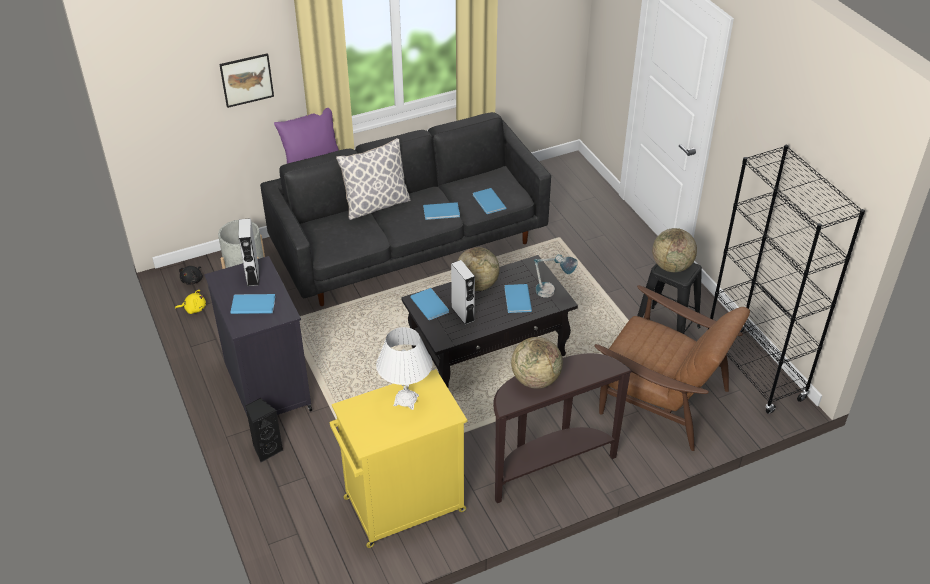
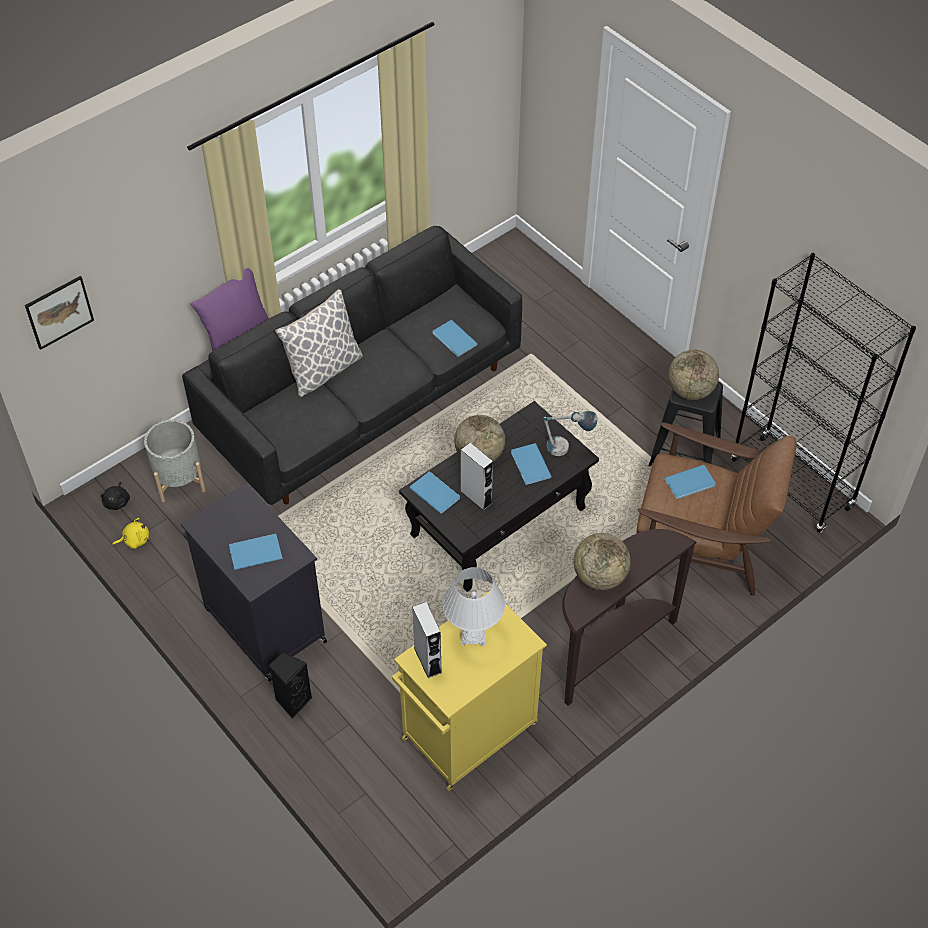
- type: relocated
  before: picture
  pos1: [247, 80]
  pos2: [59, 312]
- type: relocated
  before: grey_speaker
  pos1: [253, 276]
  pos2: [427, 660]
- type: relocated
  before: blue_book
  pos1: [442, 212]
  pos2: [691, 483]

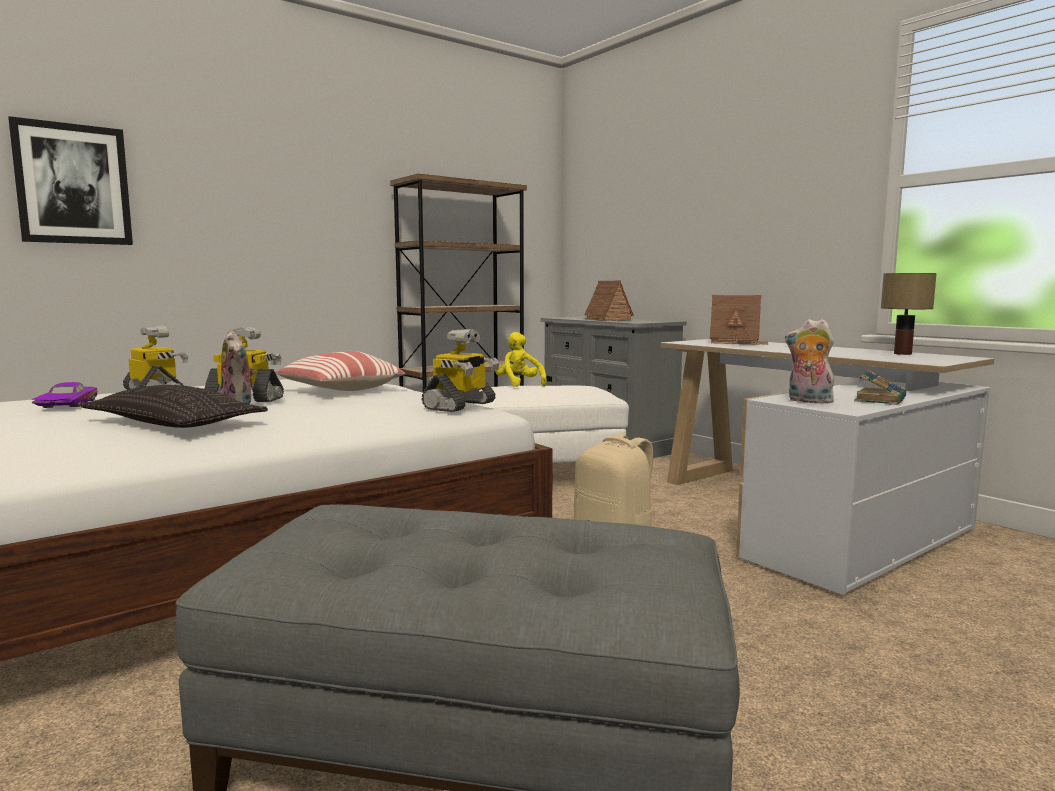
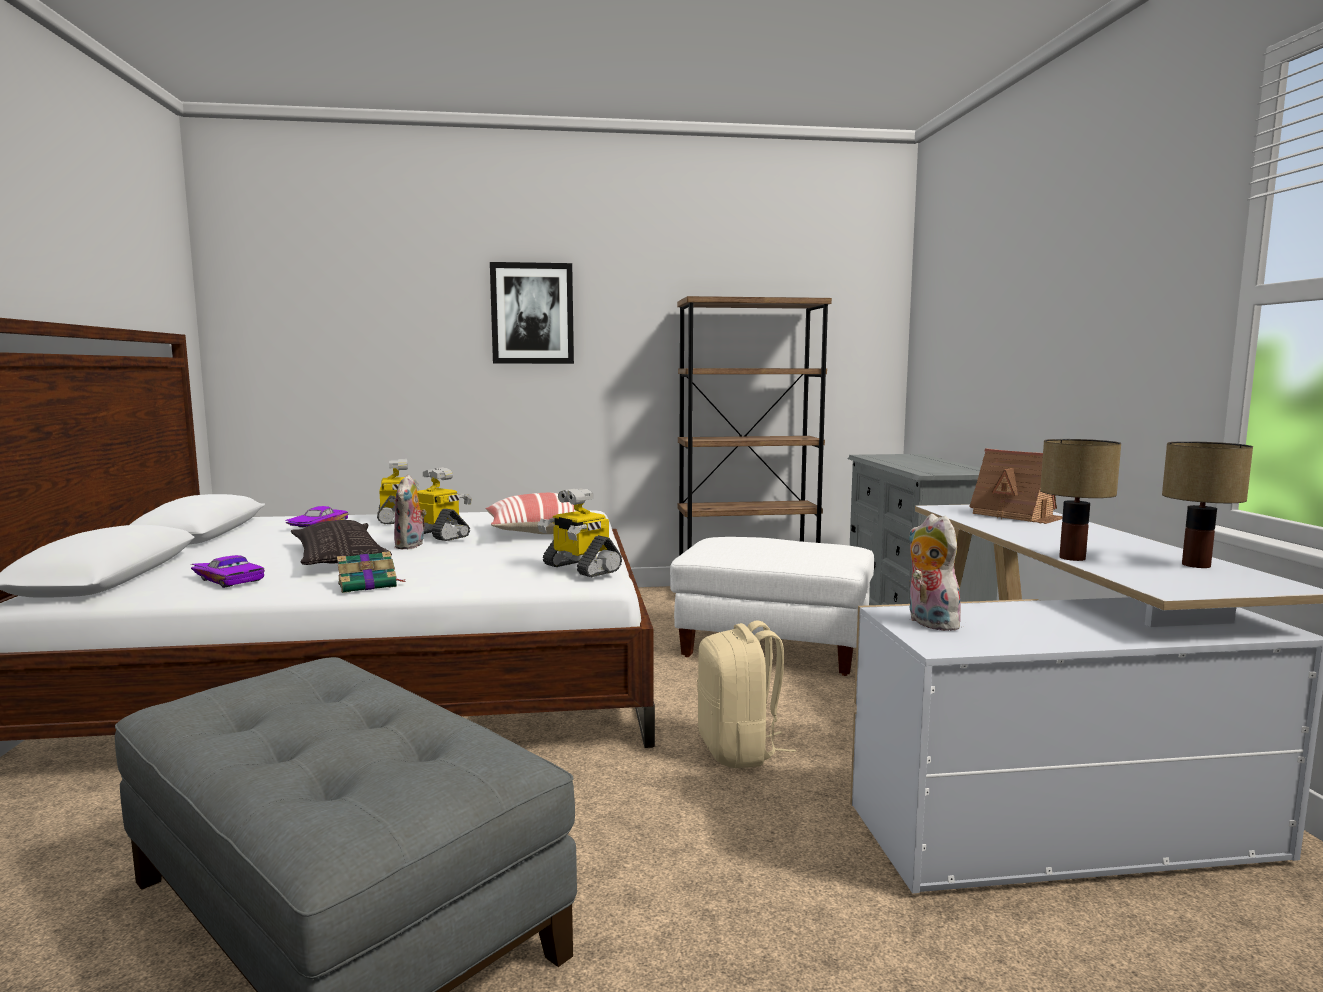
- type: appeared
  after: purple_toy_car
  pos2: [231, 579]
- type: relocated
  before: book
  pos1: [880, 399]
  pos2: [369, 585]
- type: relocated
  before: picture
  pos1: [73, 184]
  pos2: [532, 313]
- type: spun
  before: toy_robot
  pos1: [460, 406]
  pos2: [580, 568]
  turn: 75
- type: appeared
  after: table_lamp
  pos2: [1073, 558]
- type: missing
  before: yellow_plush_toy
  pos1: [518, 384]
- type: missing
  before: toy_house
  pos1: [606, 319]

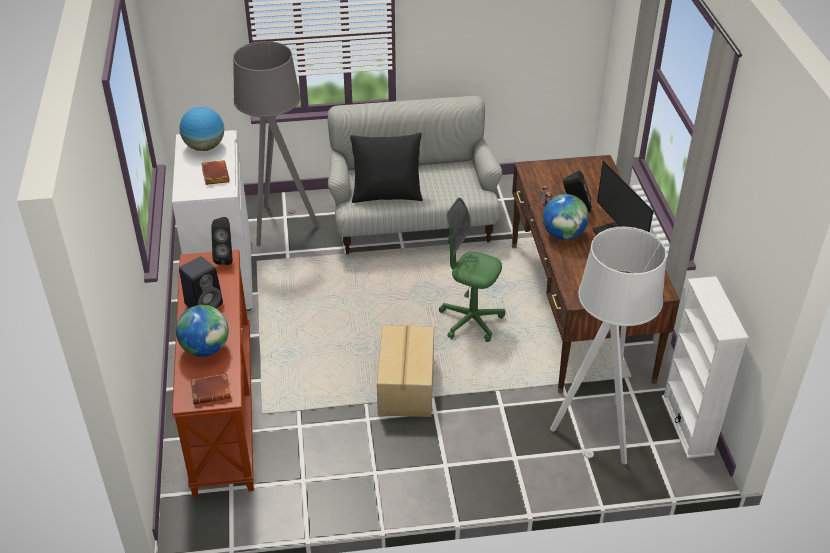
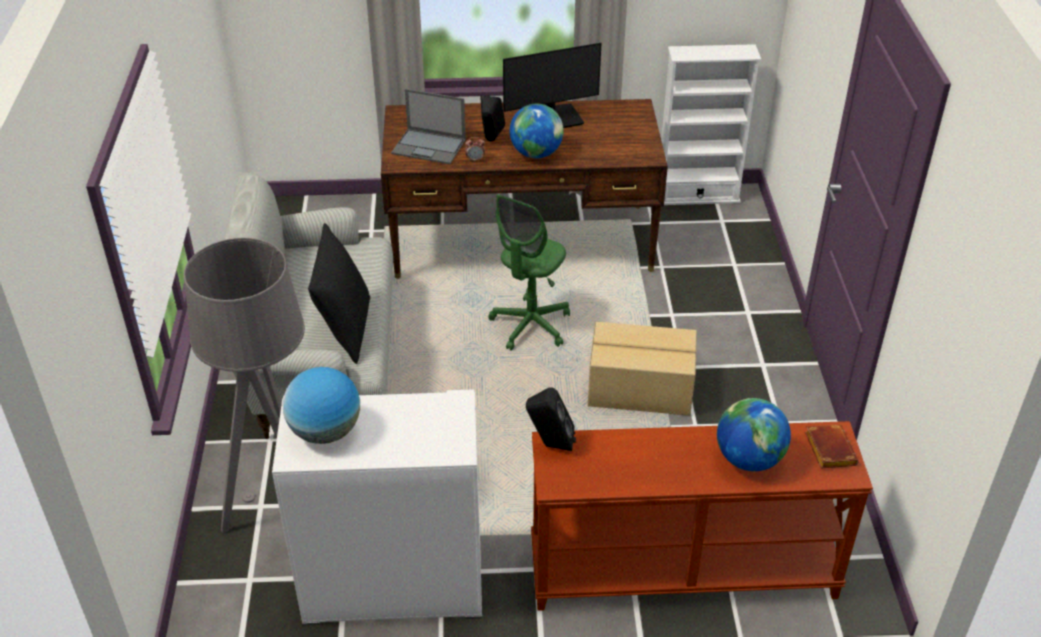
- type: appeared
  after: laptop
  pos2: [430, 146]
- type: missing
  before: black_speaker
  pos1: [204, 303]
- type: missing
  before: brown_book
  pos1: [214, 175]
- type: missing
  before: grey_floor_lamp
  pos1: [597, 431]

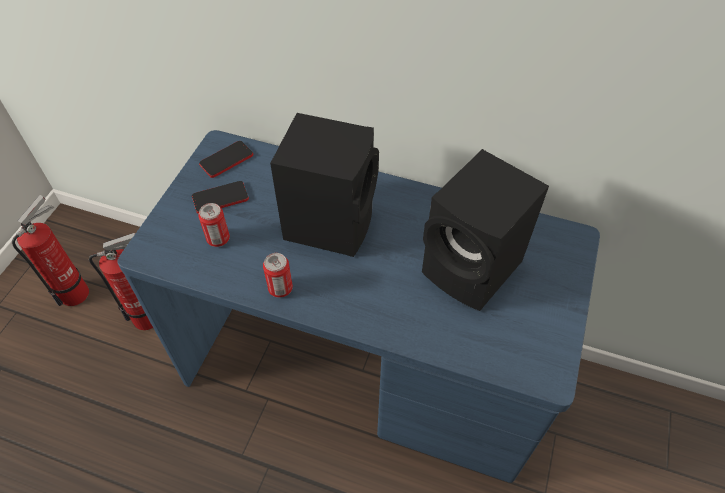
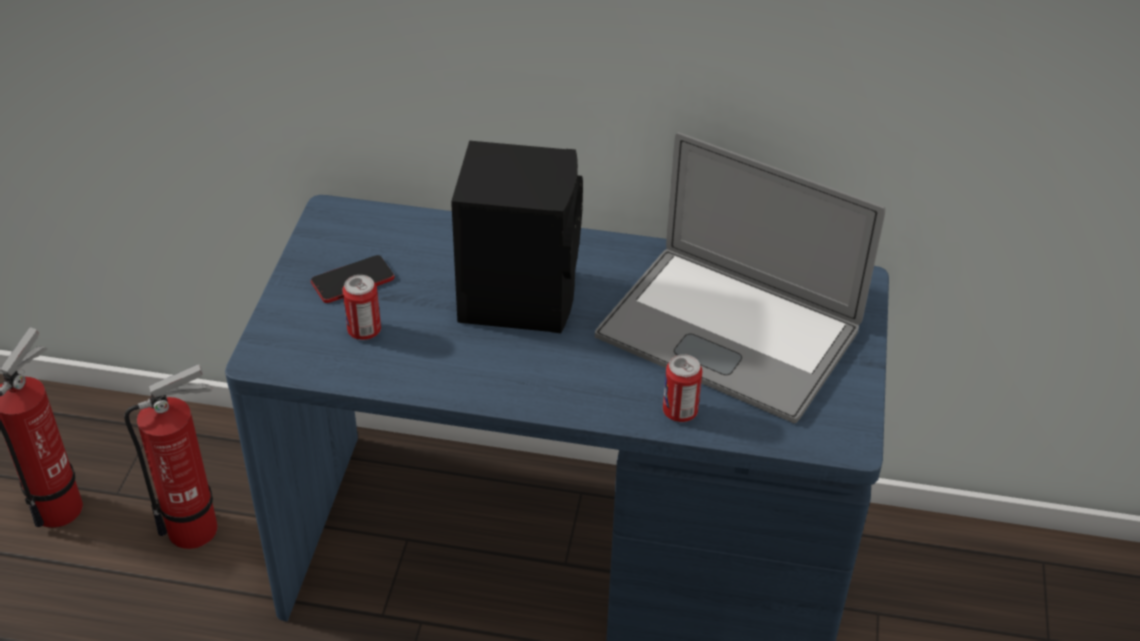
- type: exchanged
  before: black_speaker
  after: laptop
  pos1: [474, 270]
  pos2: [728, 332]
- type: relocated
  before: can
  pos1: [280, 288]
  pos2: [680, 412]
- type: missing
  before: phone
  pos1: [226, 160]

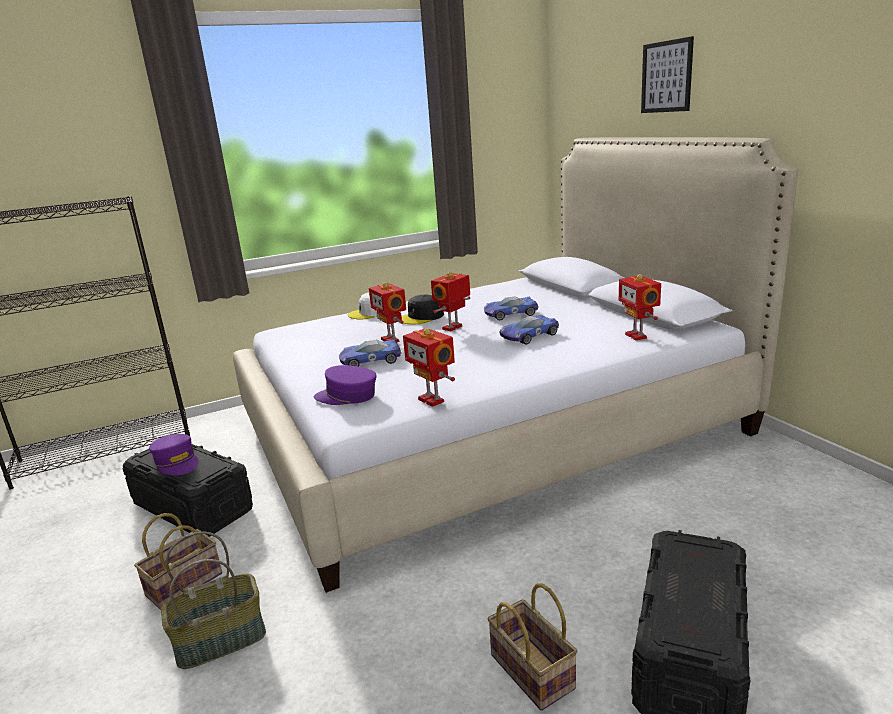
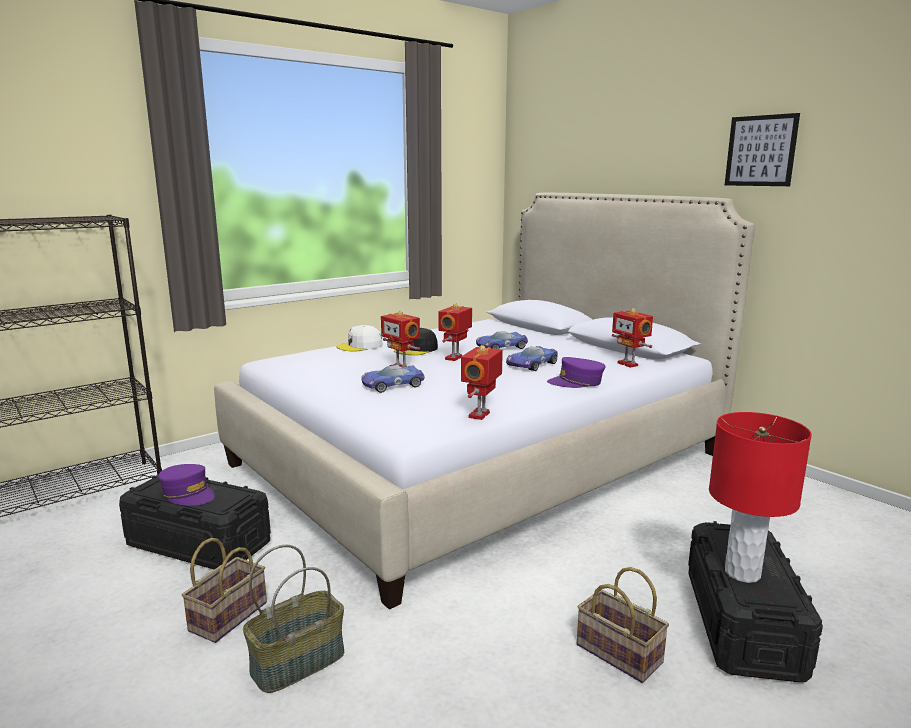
- type: spun
  before: toy_robot
  pos1: [432, 400]
  pos2: [481, 415]
  turn: 75
- type: relocated
  before: purple_cap
  pos1: [347, 396]
  pos2: [576, 382]
- type: appeared
  after: red_table_lamp
  pos2: [742, 572]
- type: relocated
  before: picture
  pos1: [666, 77]
  pos2: [761, 151]

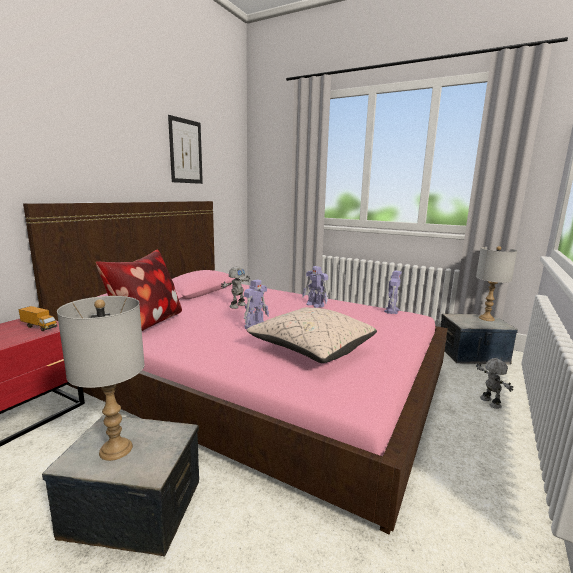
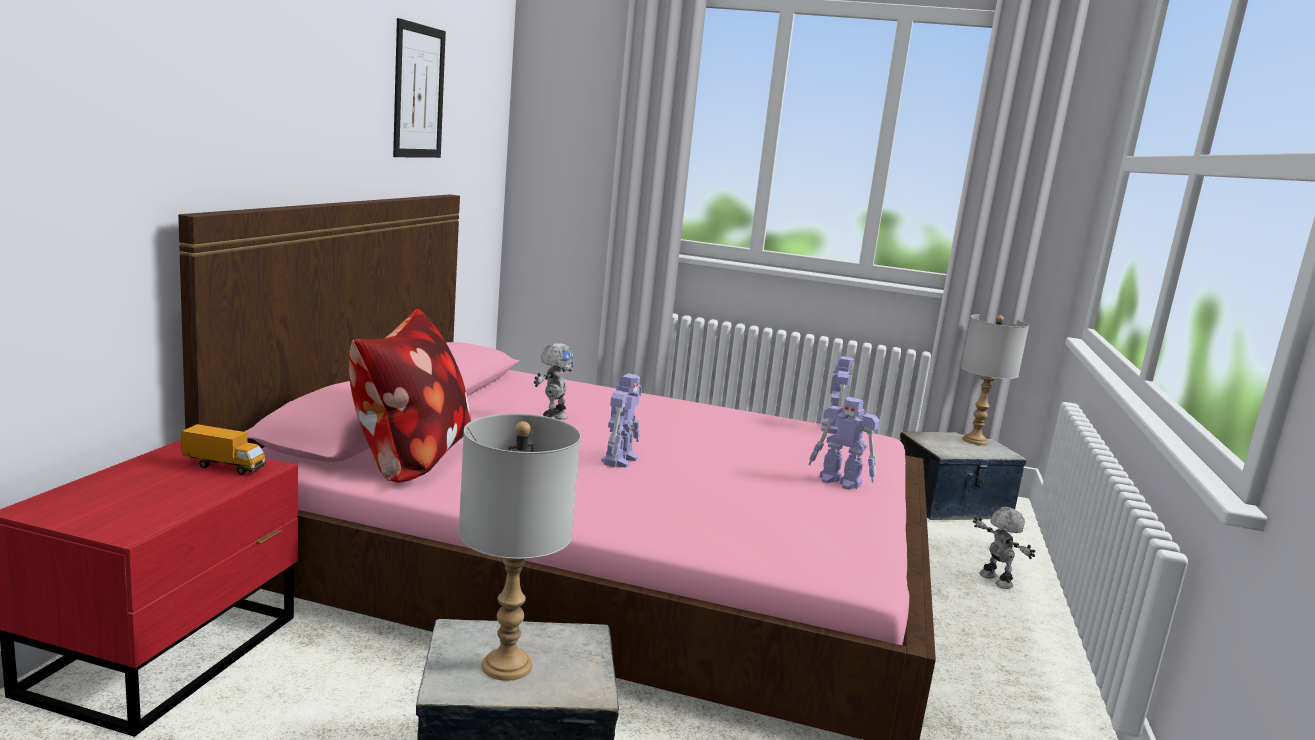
- type: relocated
  before: toy_robot
  pos1: [315, 305]
  pos2: [840, 482]
- type: missing
  before: beige_pillow
  pos1: [312, 348]

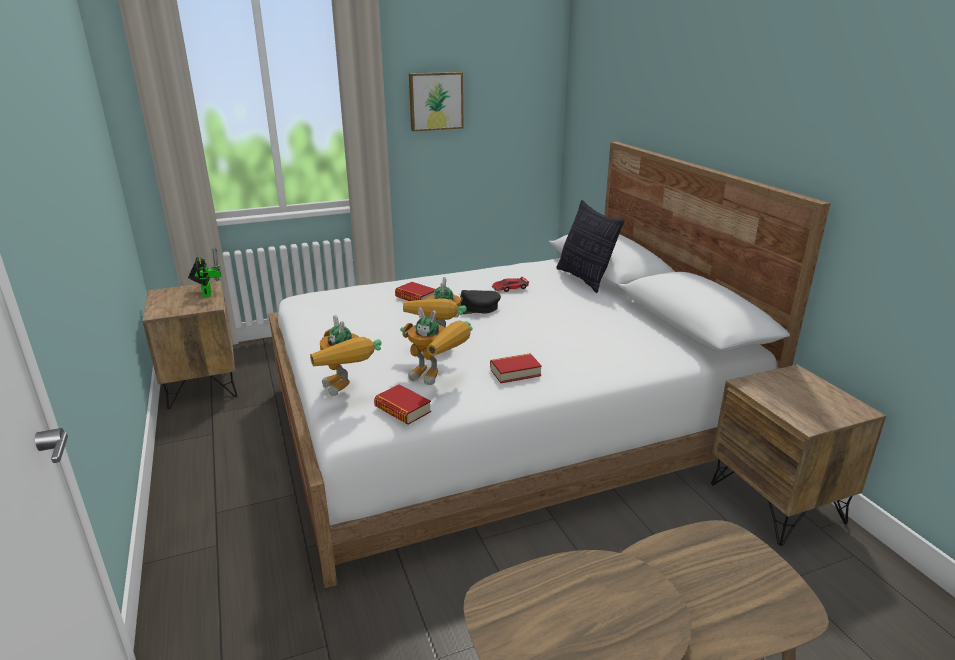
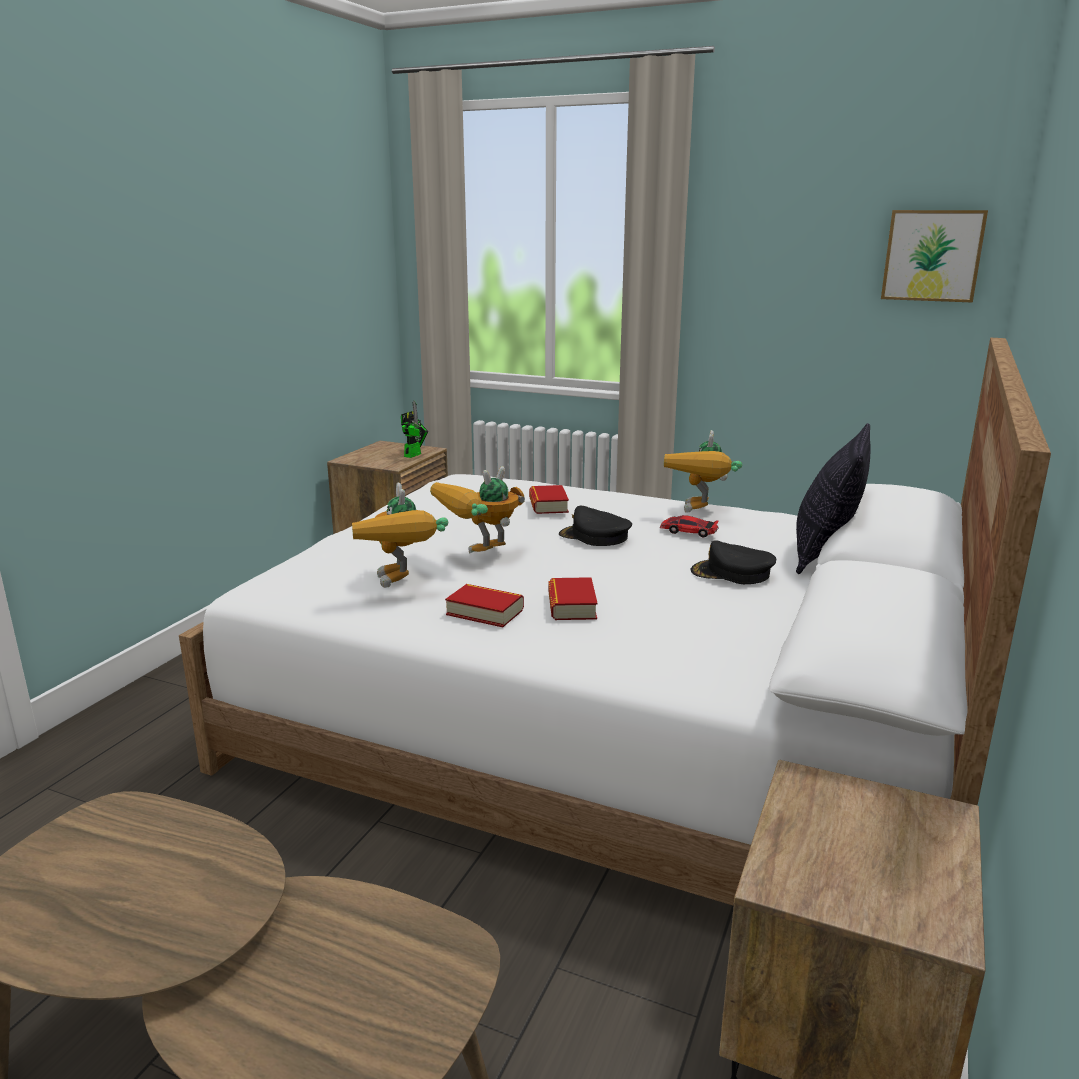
- type: relocated
  before: book
  pos1: [402, 409]
  pos2: [571, 606]
- type: relocated
  before: toy_robot
  pos1: [347, 391]
  pos2: [701, 513]
- type: appeared
  after: black_cap
  pos2: [732, 573]
- type: relocated
  before: picture
  pos1: [435, 101]
  pos2: [932, 255]

